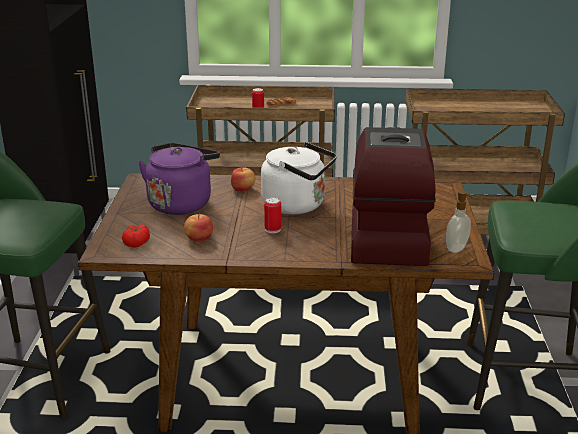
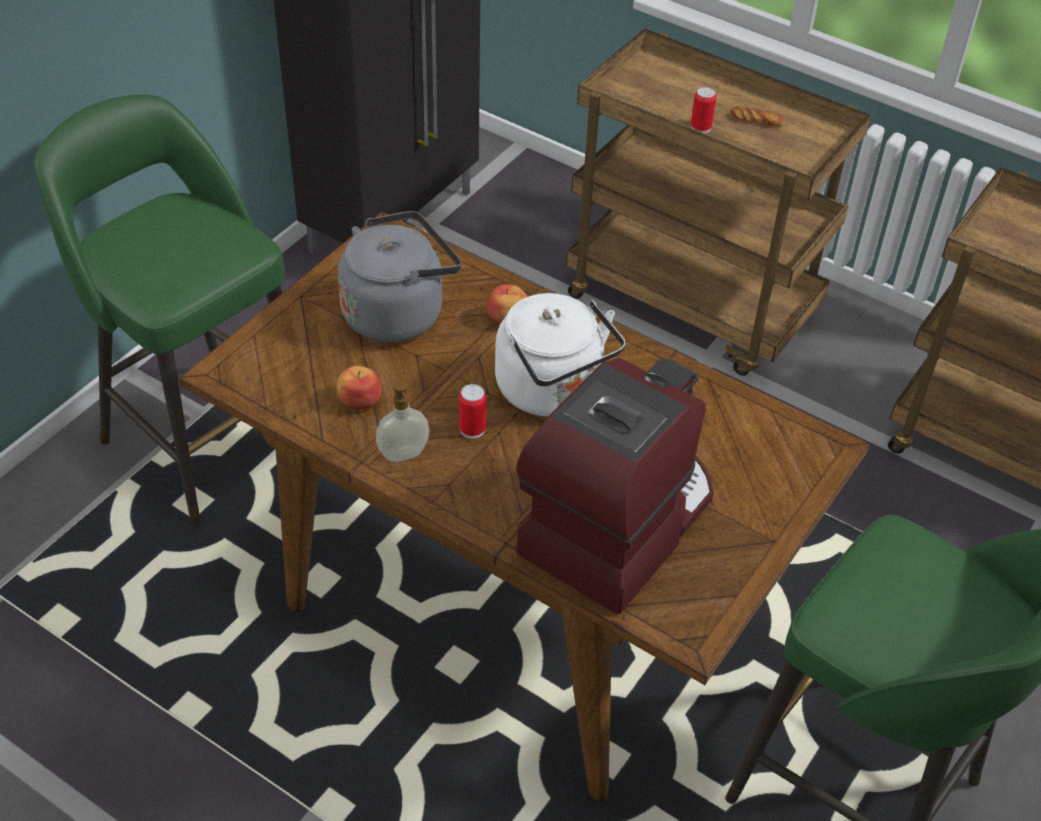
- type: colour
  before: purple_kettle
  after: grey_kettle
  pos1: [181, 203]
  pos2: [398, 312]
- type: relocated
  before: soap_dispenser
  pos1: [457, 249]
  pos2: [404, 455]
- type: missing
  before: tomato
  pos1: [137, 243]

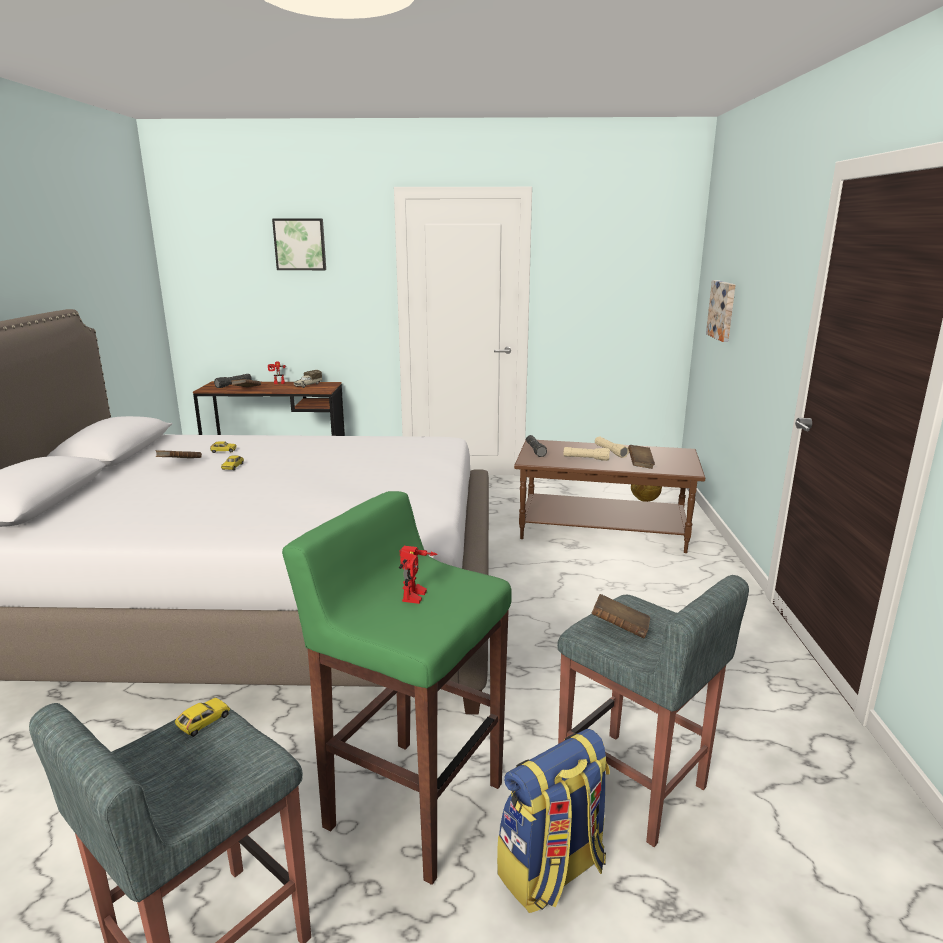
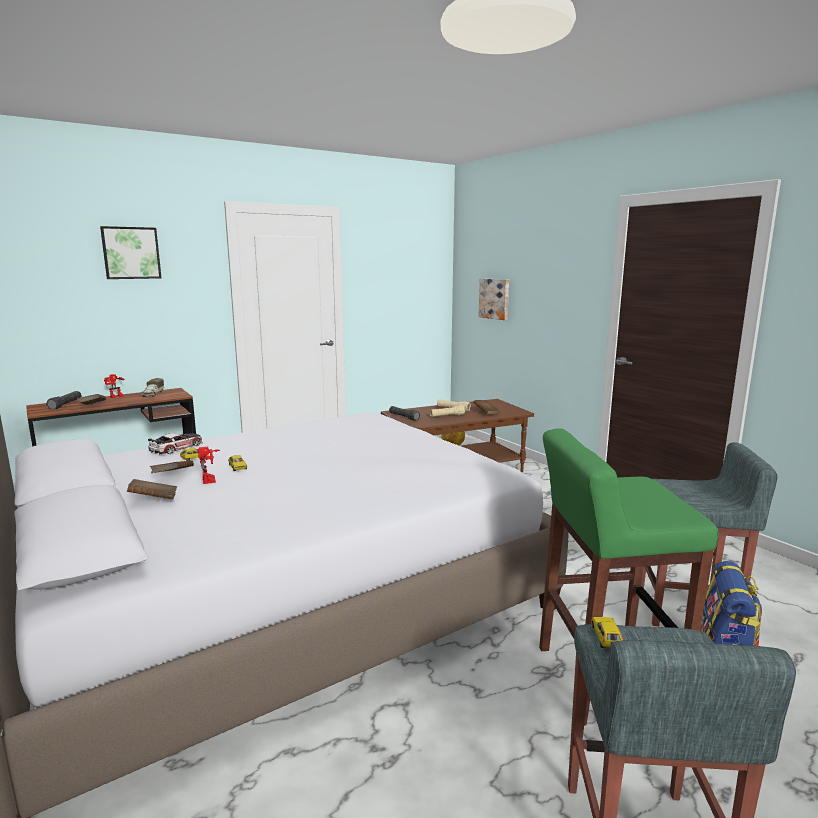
- type: relocated
  before: brown_book
  pos1: [620, 629]
  pos2: [154, 500]
- type: appeared
  after: toy_car
  pos2: [177, 448]
- type: relocated
  before: toy_robot
  pos1: [417, 597]
  pos2: [211, 480]

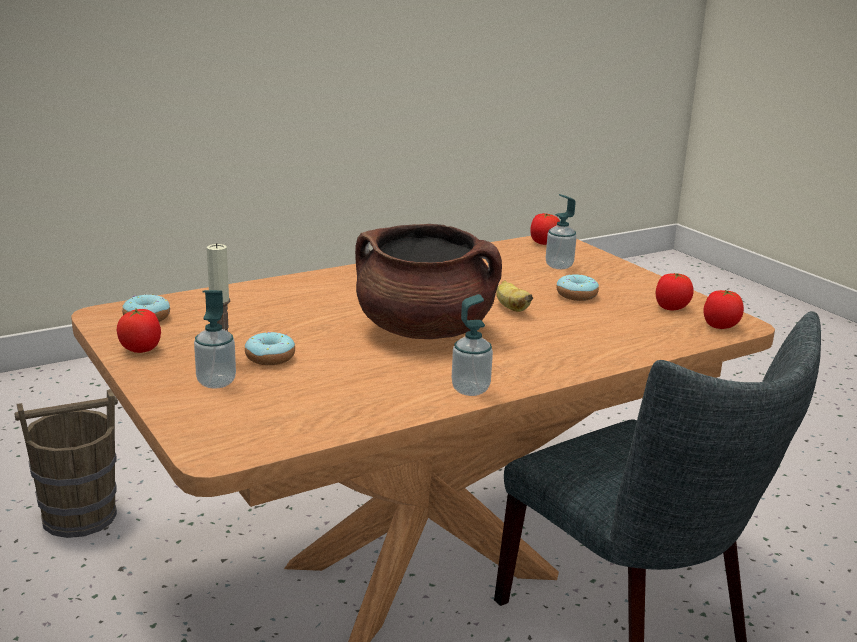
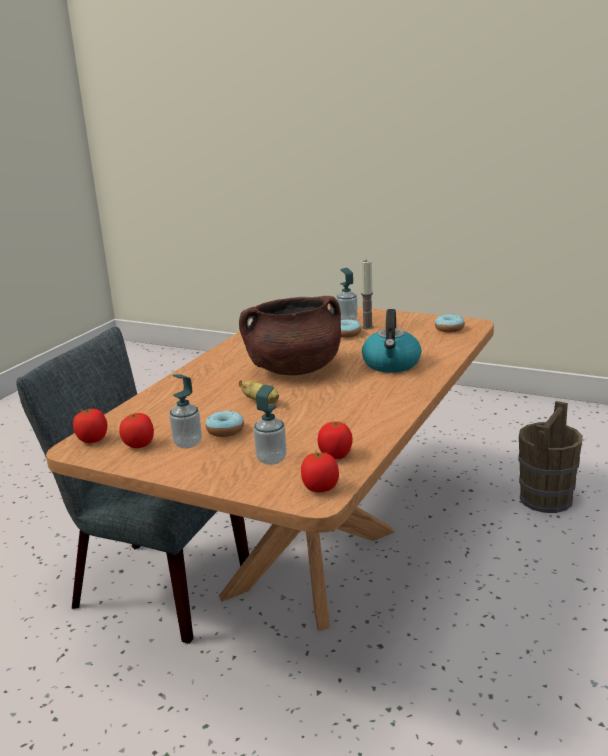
- type: relocated
  before: soap_dispenser
  pos1: [470, 389]
  pos2: [187, 443]
- type: relocated
  before: tomato
  pos1: [141, 349]
  pos2: [336, 455]
- type: appeared
  after: kettle
  pos2: [391, 364]

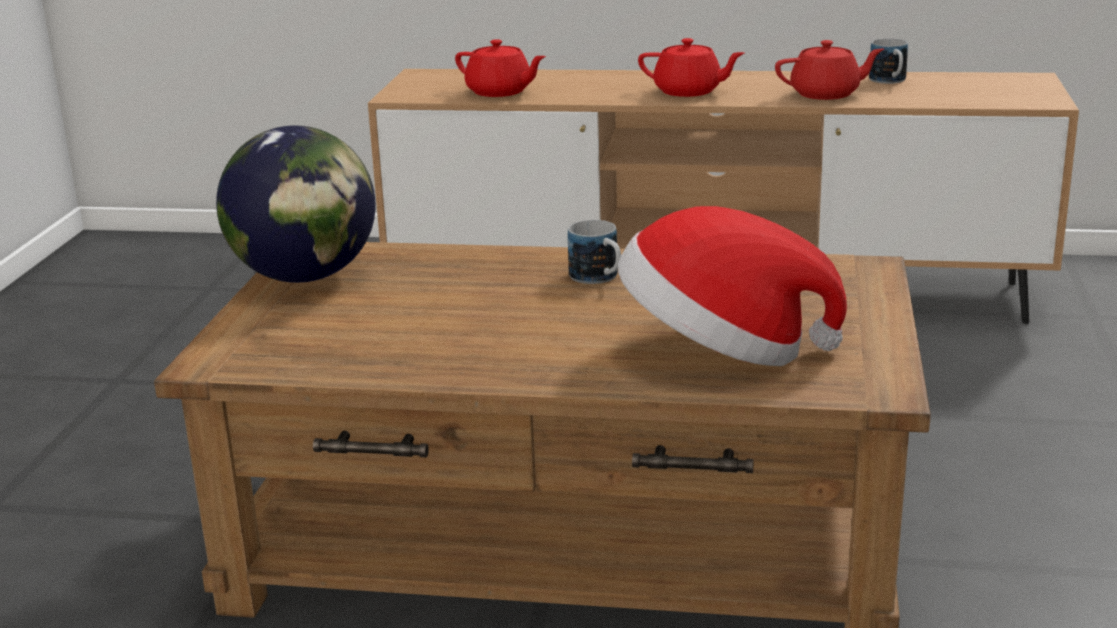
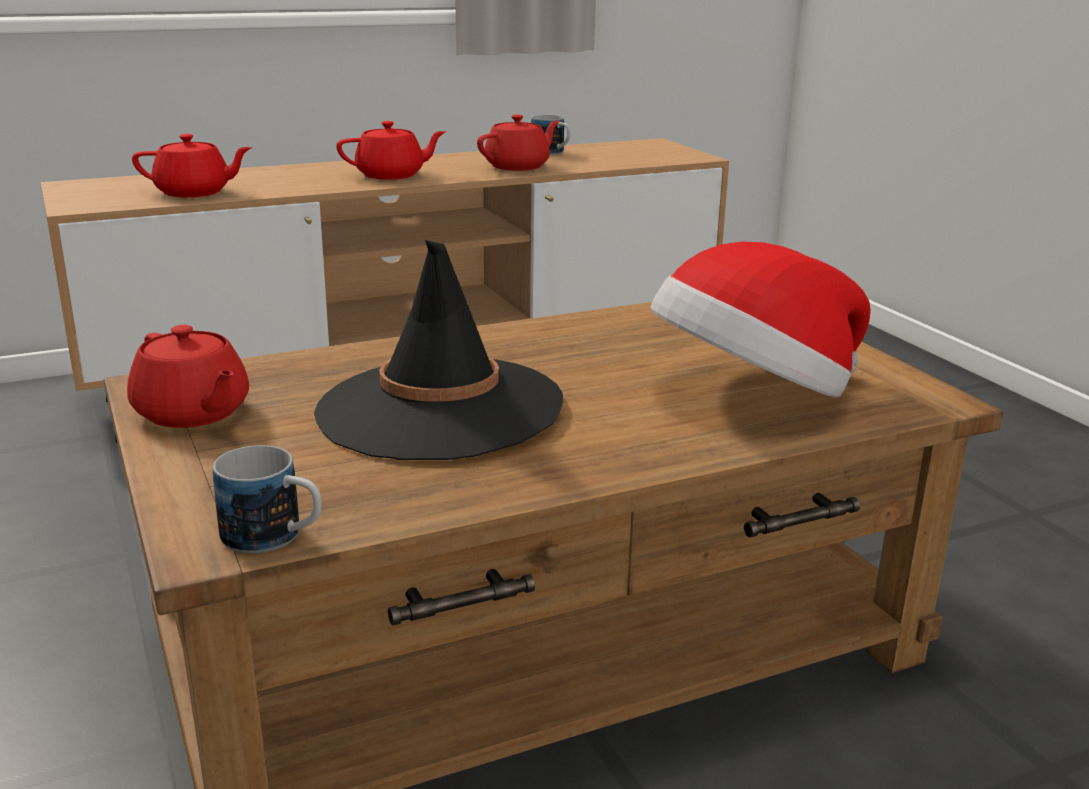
- type: exchanged
  before: globe
  after: red_teapot
  pos1: [305, 277]
  pos2: [192, 413]
- type: relocated
  before: mug
  pos1: [599, 279]
  pos2: [275, 538]
- type: appeared
  after: black_hat
  pos2: [439, 409]

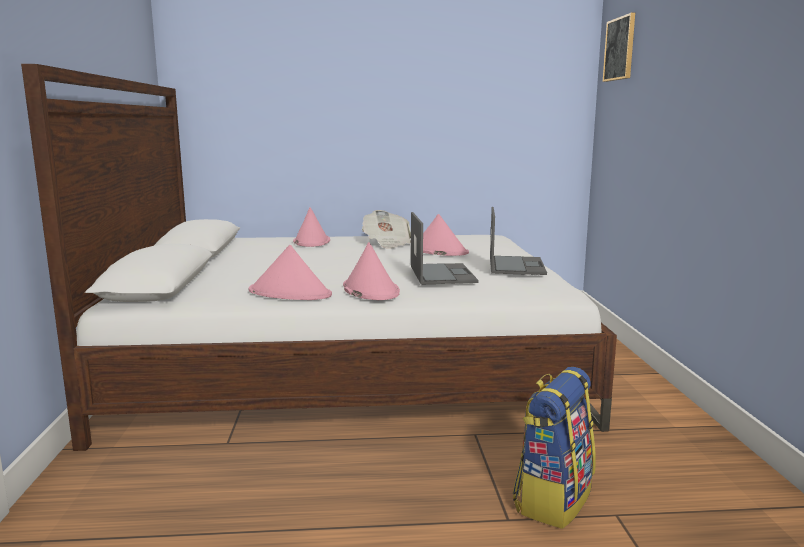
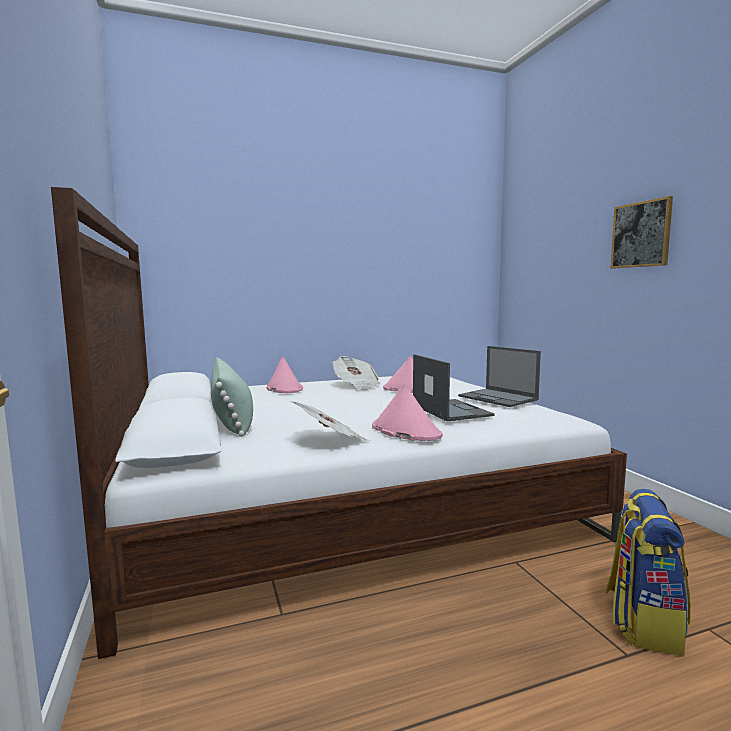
- type: appeared
  after: green_pillow
  pos2: [232, 420]
- type: exchanged
  before: pink_hat
  after: newspaper
  pos1: [290, 293]
  pos2: [331, 441]
- type: spun
  before: laptop
  pos1: [516, 265]
  pos2: [498, 398]
  turn: 150
- type: relocated
  before: picture
  pos1: [620, 49]
  pos2: [641, 234]

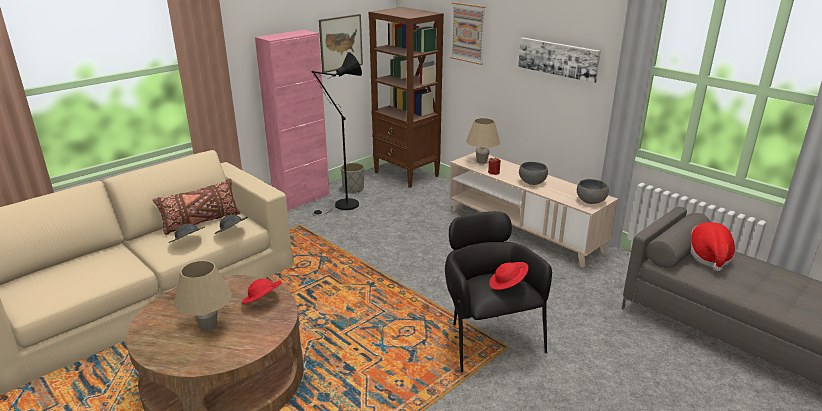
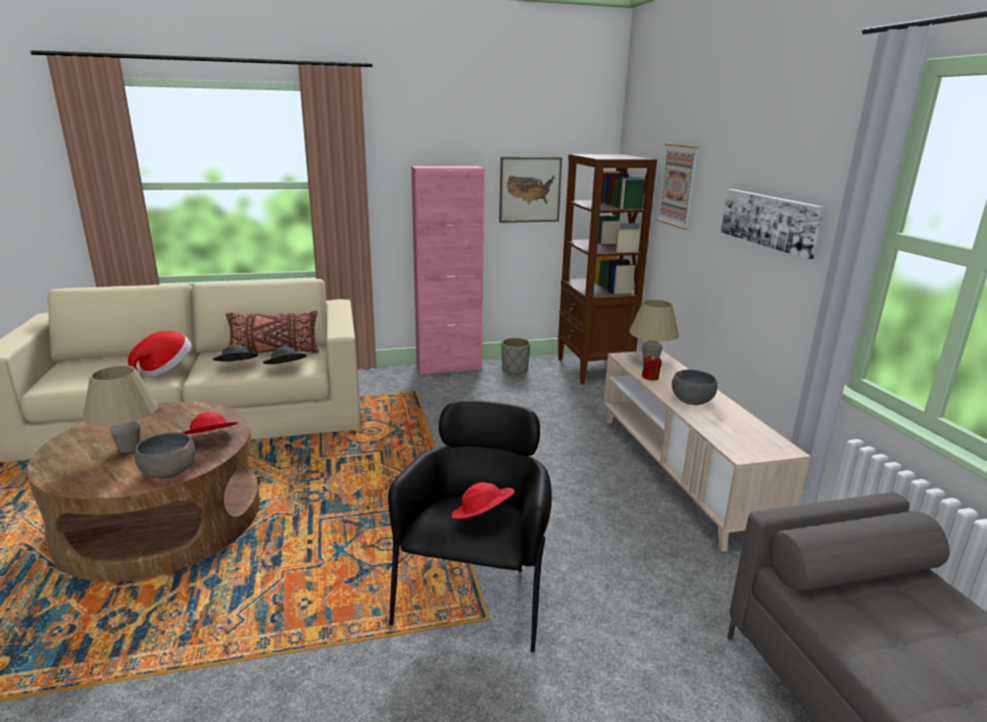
- type: relocated
  before: hat
  pos1: [708, 257]
  pos2: [165, 369]
- type: relocated
  before: grey_bowl
  pos1: [591, 201]
  pos2: [169, 472]
- type: missing
  before: black_floor_lamp
  pos1: [343, 206]

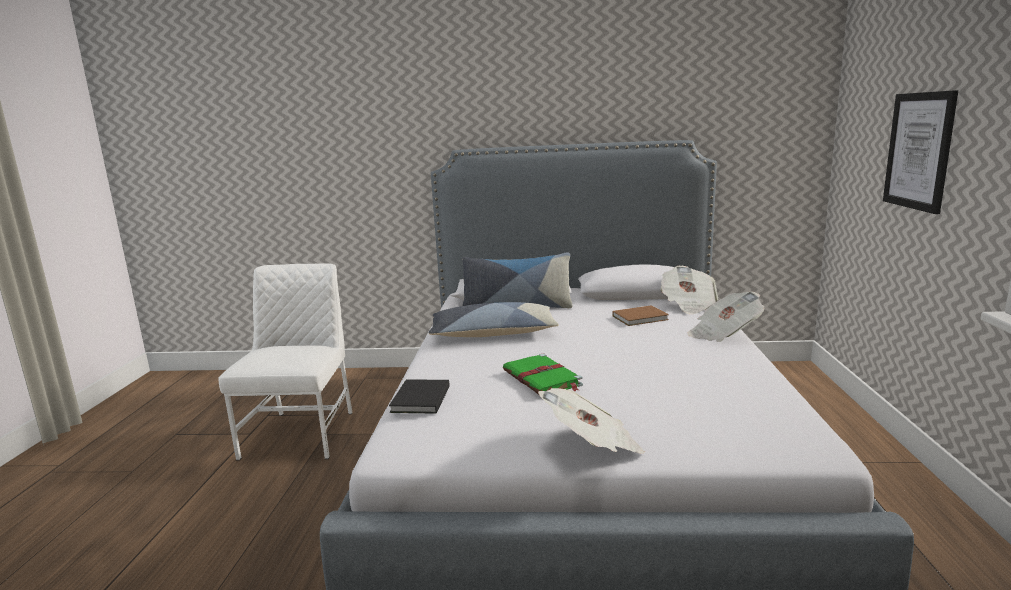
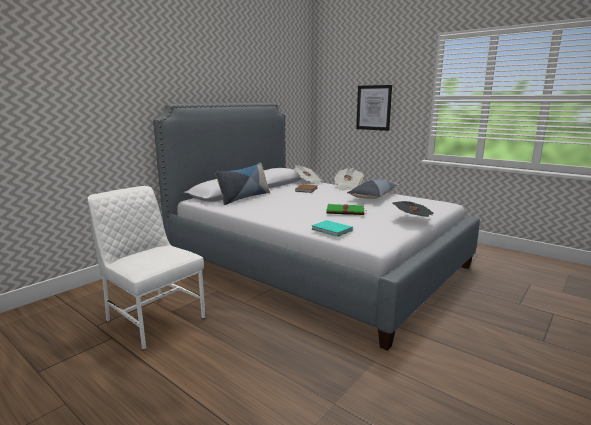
- type: colour
  before: black_book
  after: turquoise_book
  pos1: [419, 400]
  pos2: [332, 230]
- type: relocated
  before: pillow
  pos1: [493, 333]
  pos2: [373, 196]

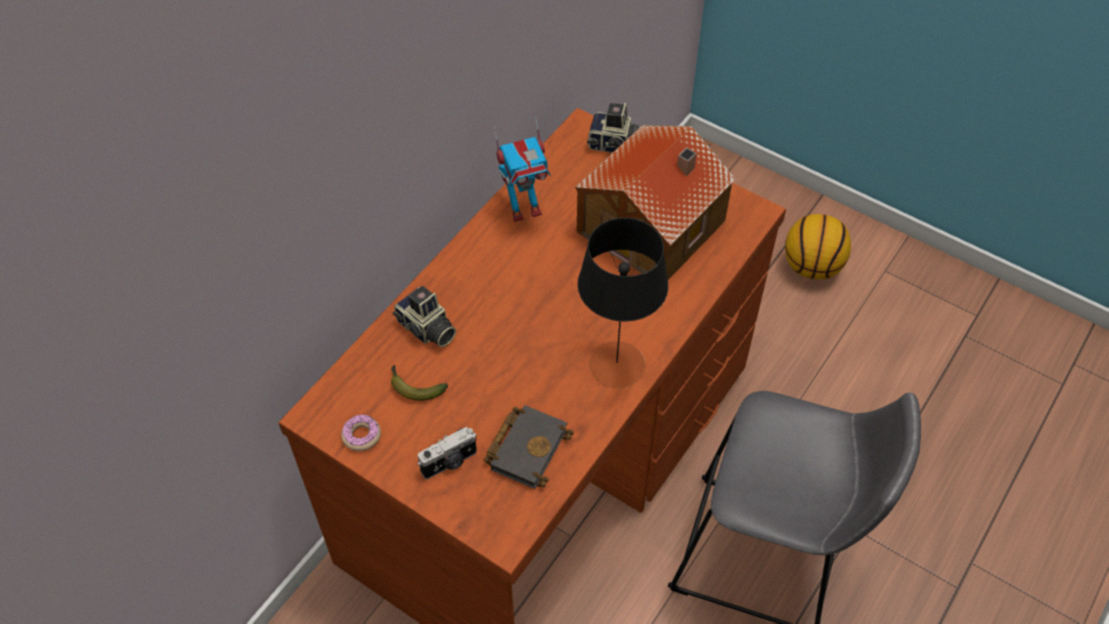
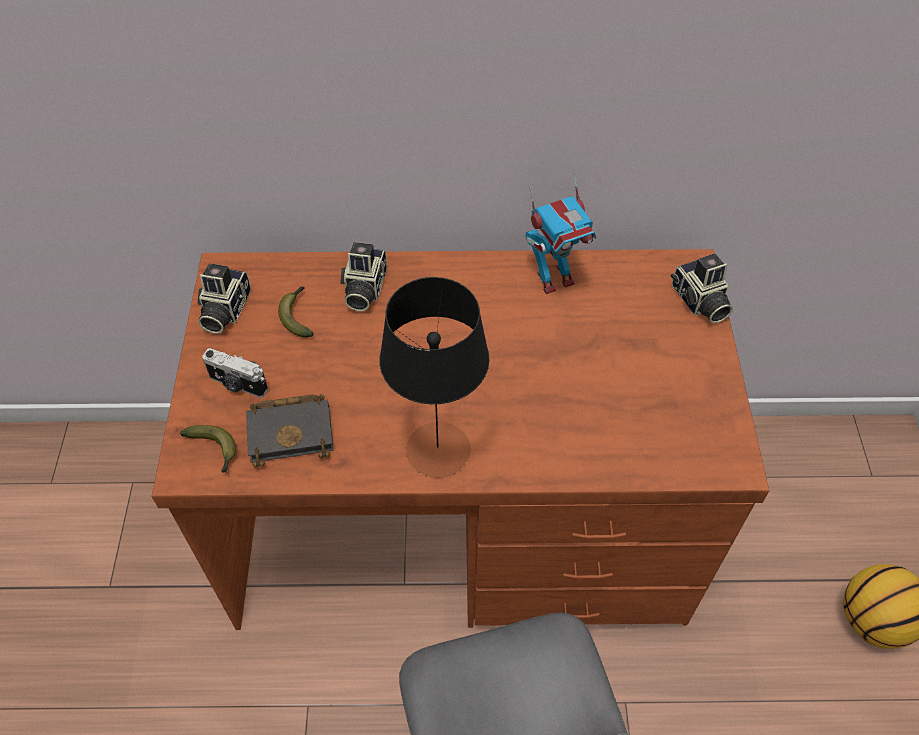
- type: appeared
  after: banana
  pos2: [214, 450]
- type: exchanged
  before: donut
  after: photo_camera
  pos1: [361, 436]
  pos2: [224, 310]
- type: spun
  before: toy_robot
  pos1: [524, 209]
  pos2: [554, 279]
  turn: -60
- type: missing
  before: toy_house
  pos1: [654, 226]

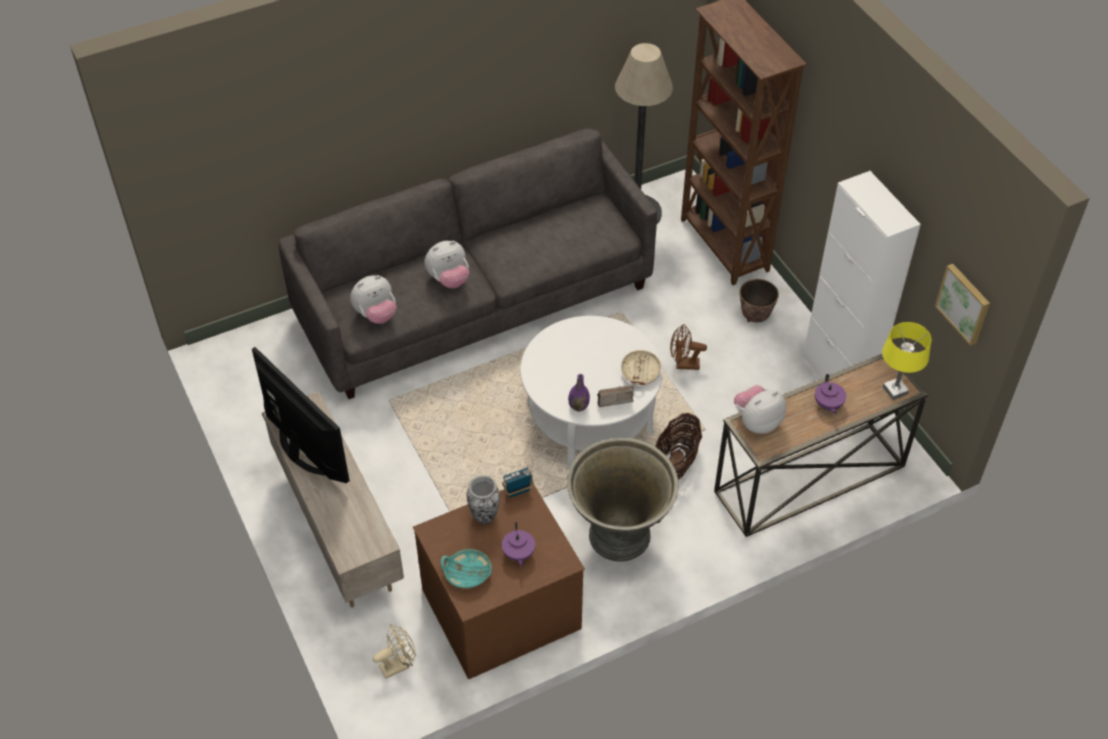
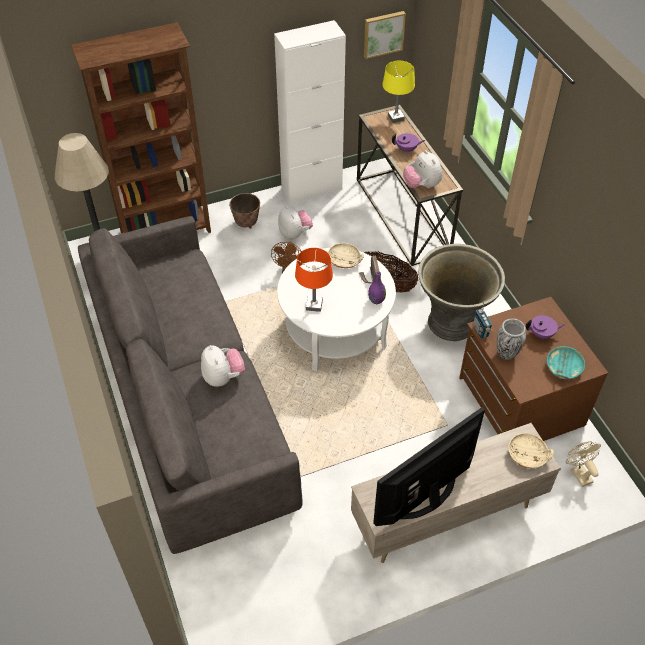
- type: relocated
  before: plush_toy
  pos1: [376, 314]
  pos2: [295, 233]
- type: appeared
  after: orange_table_lamp
  pos2: [314, 305]
- type: appeared
  after: beige_bowl
  pos2: [528, 455]

